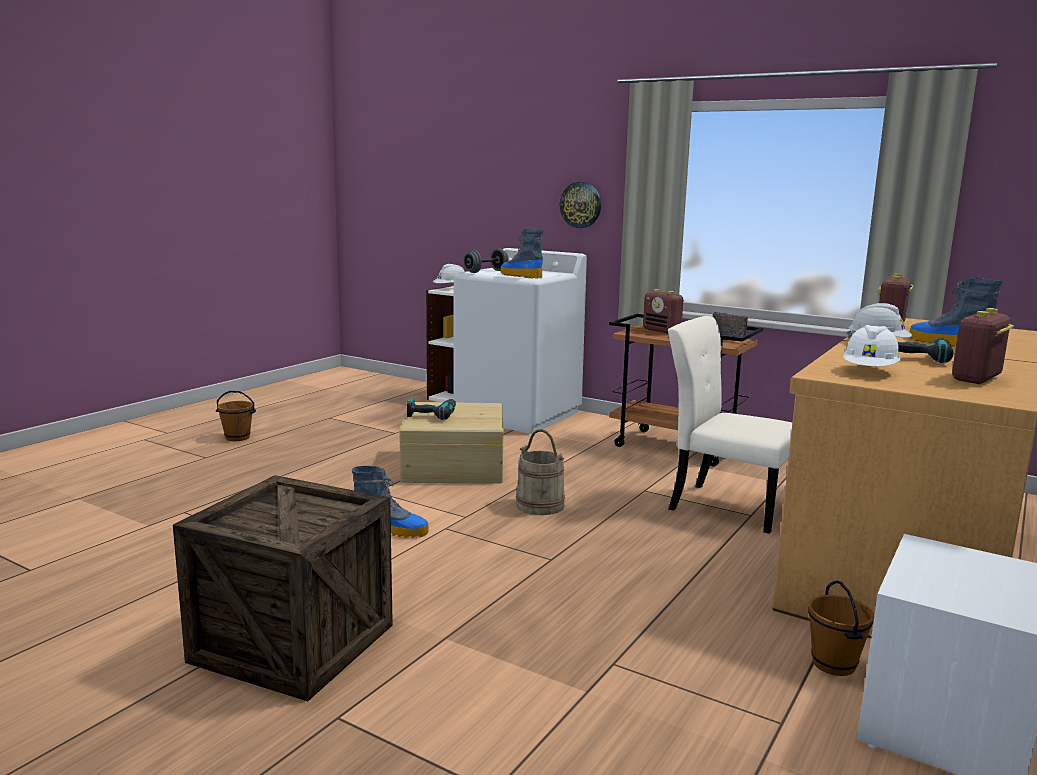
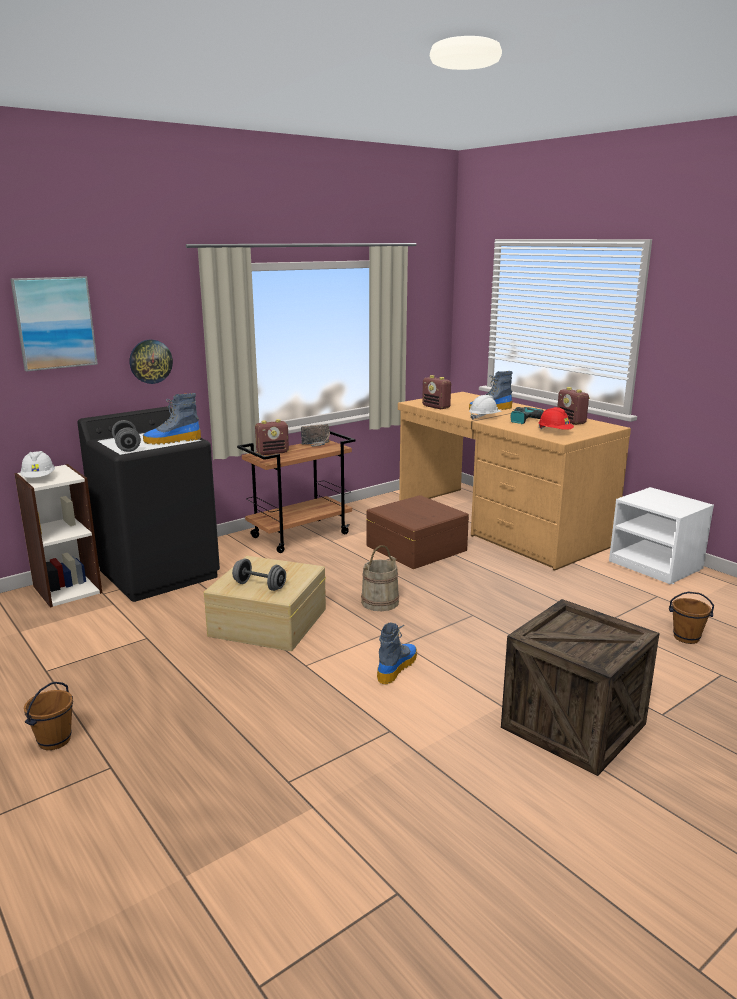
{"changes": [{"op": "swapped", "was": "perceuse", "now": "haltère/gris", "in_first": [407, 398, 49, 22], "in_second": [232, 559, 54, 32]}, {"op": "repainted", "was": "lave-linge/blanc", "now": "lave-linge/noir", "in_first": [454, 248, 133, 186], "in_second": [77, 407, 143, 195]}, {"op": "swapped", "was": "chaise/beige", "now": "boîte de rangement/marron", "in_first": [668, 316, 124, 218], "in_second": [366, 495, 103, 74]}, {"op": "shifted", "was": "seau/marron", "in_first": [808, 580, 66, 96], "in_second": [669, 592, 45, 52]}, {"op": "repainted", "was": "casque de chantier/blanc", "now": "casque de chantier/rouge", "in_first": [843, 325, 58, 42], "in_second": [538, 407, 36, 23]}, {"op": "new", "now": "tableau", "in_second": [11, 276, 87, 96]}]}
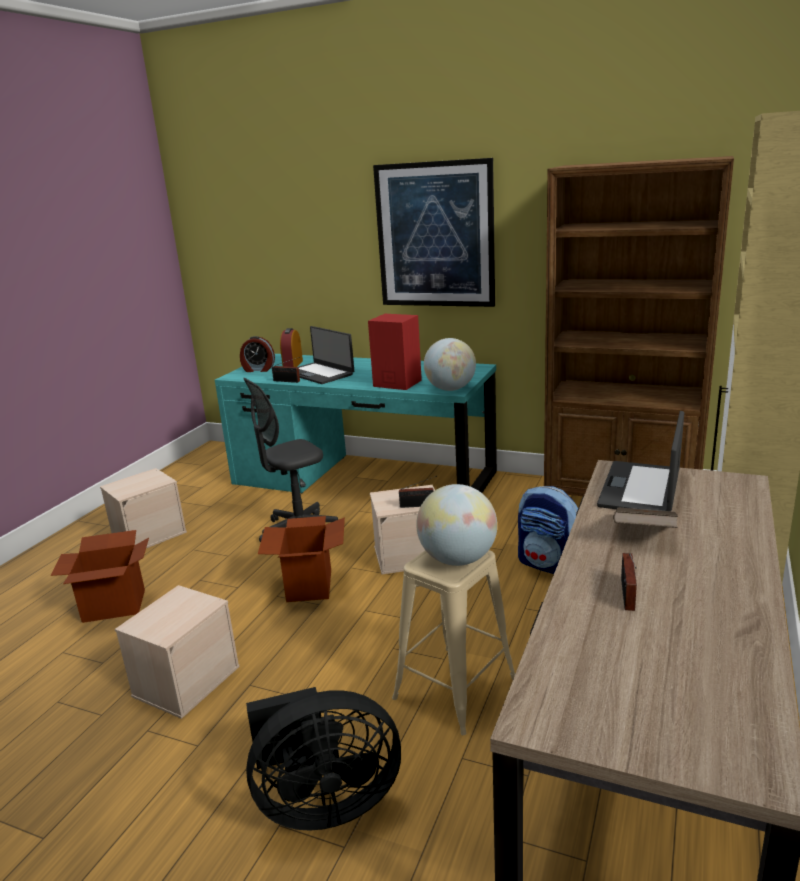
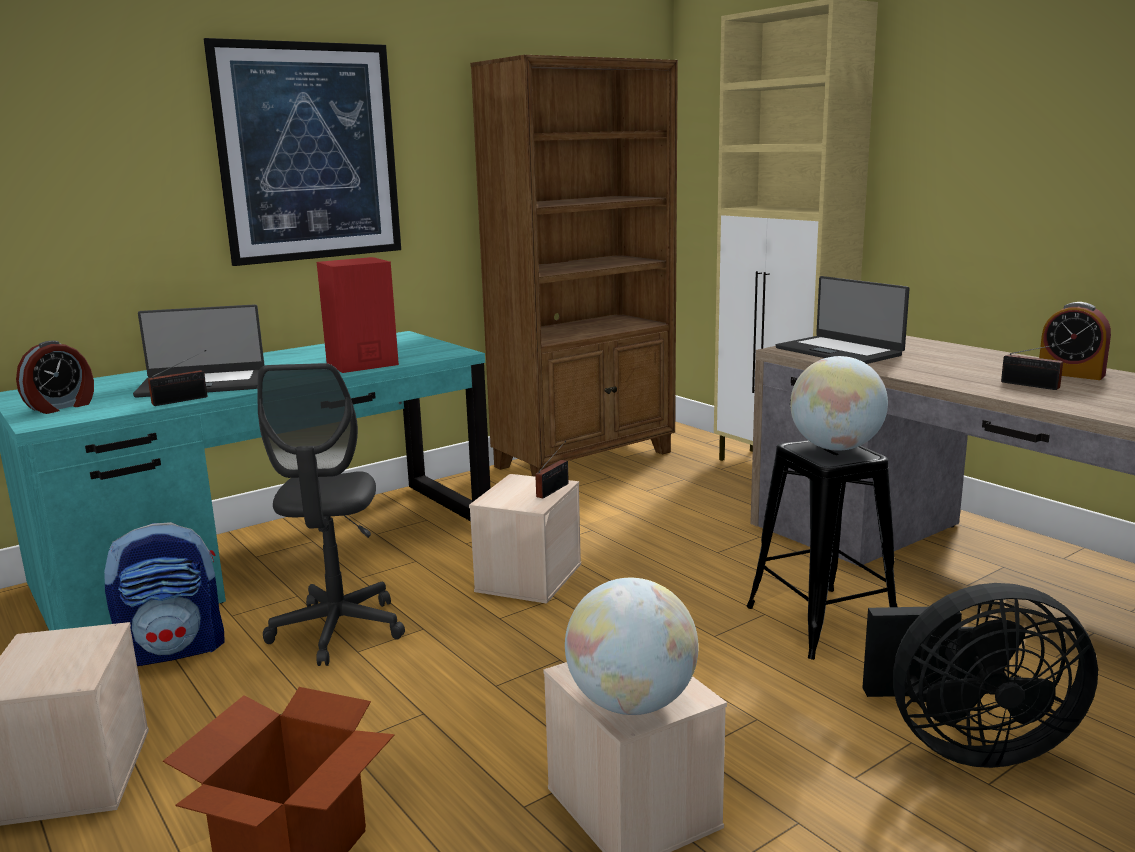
{"changes": [{"op": "rotated", "was": "ventilateur/noir", "in_first": [246, 687, 155, 144], "in_second": [862, 583, 236, 185], "clockwise": 75}, {"op": "gone", "was": "carton", "in_first": [258, 516, 87, 86]}, {"op": "shifted", "was": "réveil", "in_first": [280, 328, 23, 39], "in_second": [1039, 302, 72, 78]}, {"op": "repainted", "was": "tabouret/beige", "now": "tabouret/noir", "in_first": [392, 550, 123, 185], "in_second": [747, 440, 150, 220]}, {"op": "shifted", "was": "globe", "in_first": [424, 338, 52, 53], "in_second": [565, 578, 134, 137]}, {"op": "shifted", "was": "sac à dos", "in_first": [518, 486, 60, 88], "in_second": [104, 522, 121, 144]}, {"op": "gone", "was": "livre/marron", "in_first": [613, 507, 65, 21]}]}
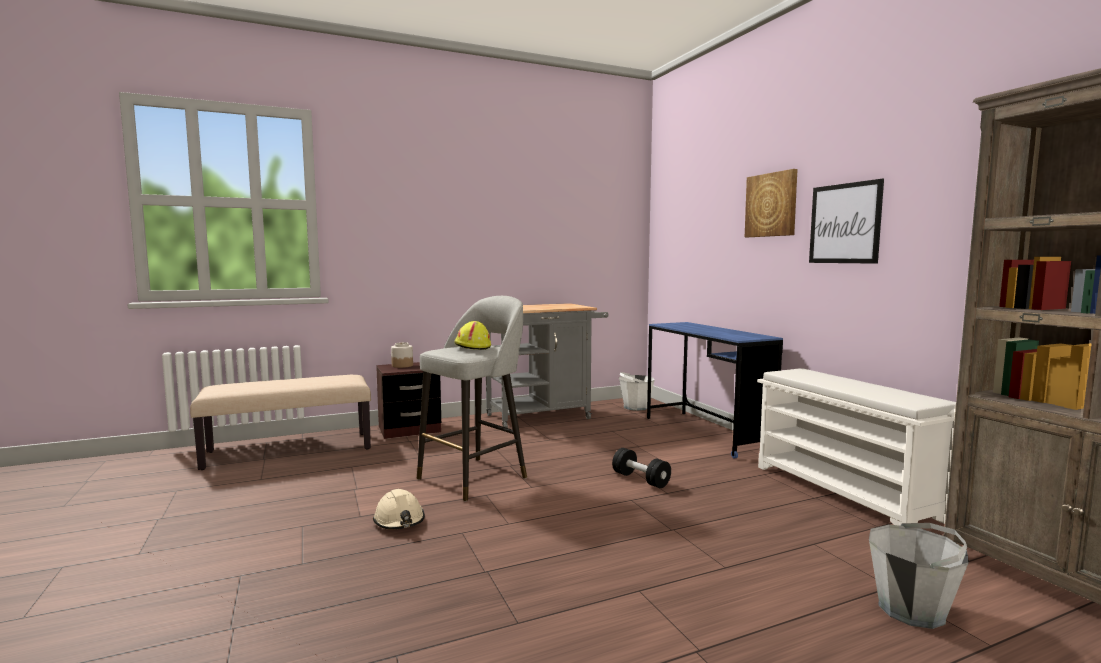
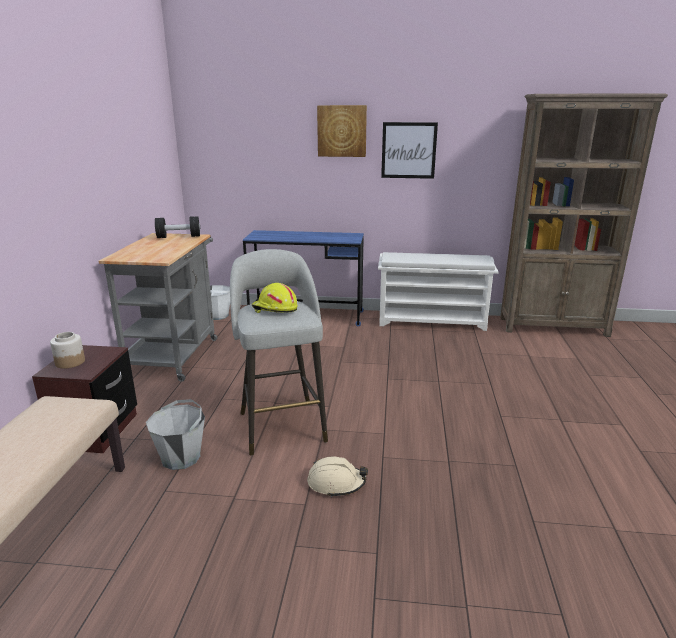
{"changes": [{"op": "shifted", "was": "haltère/noir", "in_first": [612, 448, 59, 40], "in_second": [155, 216, 45, 22]}, {"op": "shifted", "was": "seau/gris", "in_first": [869, 523, 100, 106], "in_second": [146, 399, 59, 71]}]}
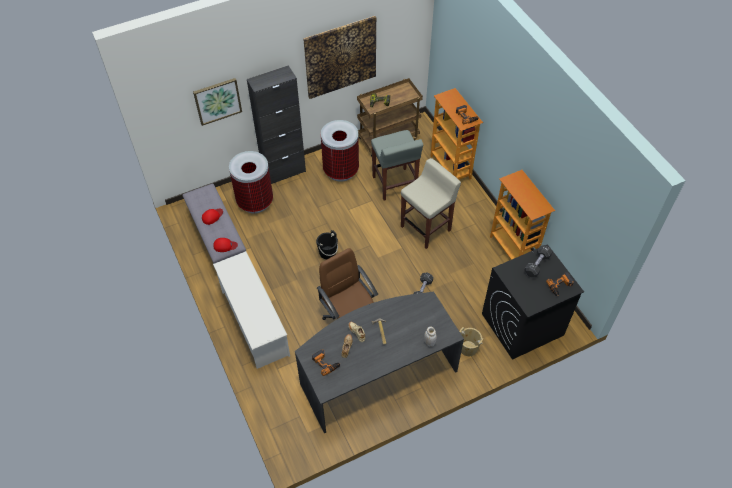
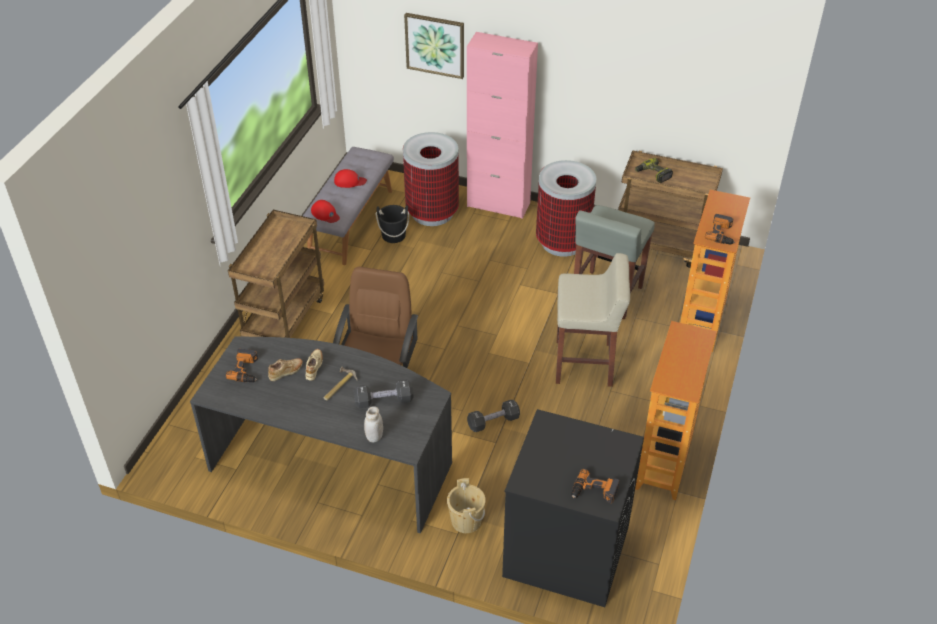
{"changes": [{"op": "swapped", "was": "étagère à chaussures/blanc", "now": "chariot/marron", "in_first": [213, 251, 77, 118], "in_second": [228, 210, 96, 128]}, {"op": "repainted", "was": "meuble de rangement/noir", "now": "meuble de rangement/rose", "in_first": [247, 65, 59, 119], "in_second": [467, 32, 71, 187]}, {"op": "gone", "was": "tableau", "in_first": [303, 16, 73, 83]}, {"op": "shifted", "was": "seau/noir", "in_first": [316, 230, 22, 29], "in_second": [376, 205, 33, 38]}, {"op": "shifted", "was": "haltère/noir", "in_first": [524, 245, 28, 32], "in_second": [354, 380, 59, 28]}]}
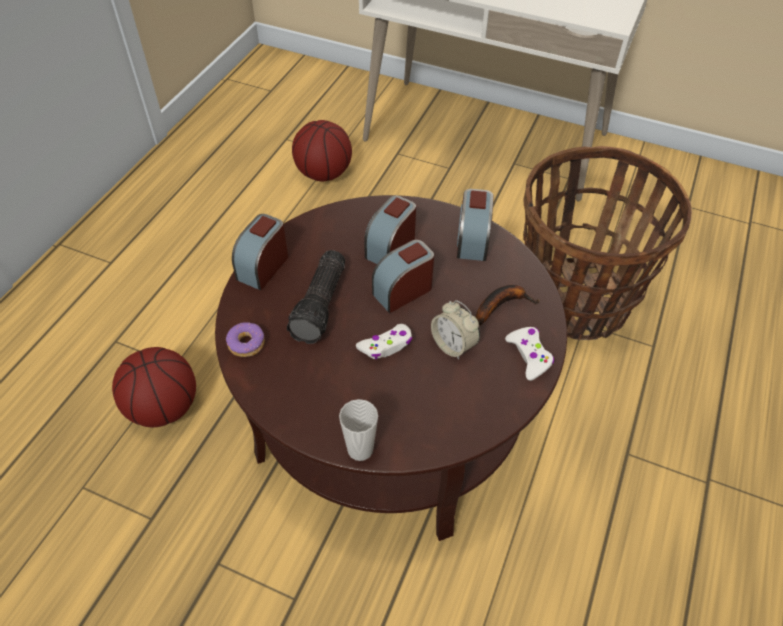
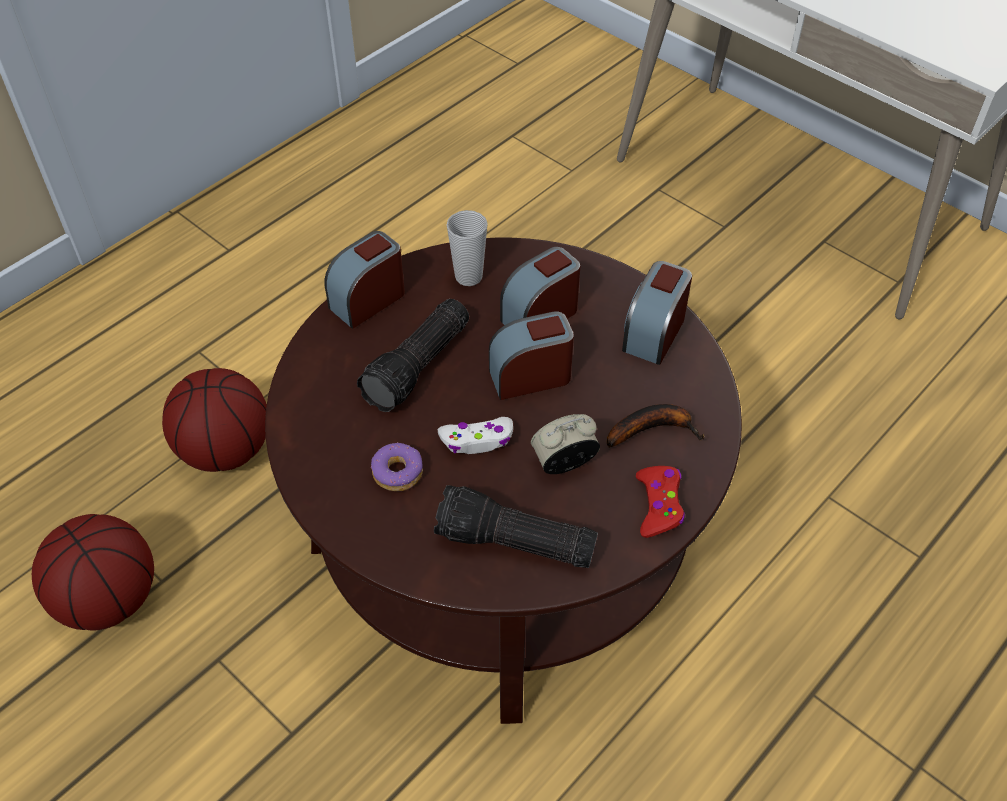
{"changes": [{"op": "shifted", "was": "beignet", "in_first": [226, 322, 39, 35], "in_second": [371, 443, 52, 48]}, {"op": "shifted", "was": "ballon de basket", "in_first": [292, 120, 60, 61], "in_second": [32, 514, 122, 116]}, {"op": "shifted", "was": "tasse", "in_first": [339, 399, 39, 62], "in_second": [447, 210, 41, 76]}, {"op": "rotated", "was": "réveil", "in_first": [431, 300, 49, 60], "in_second": [531, 414, 69, 60], "clockwise": 90}, {"op": "repainted", "was": "manette/blanc", "now": "manette/rouge", "in_first": [505, 327, 49, 54], "in_second": [636, 466, 49, 72]}, {"op": "gone", "was": "panier", "in_first": [523, 146, 169, 194]}, {"op": "new", "now": "lampe de poche", "in_second": [434, 485, 164, 83]}]}
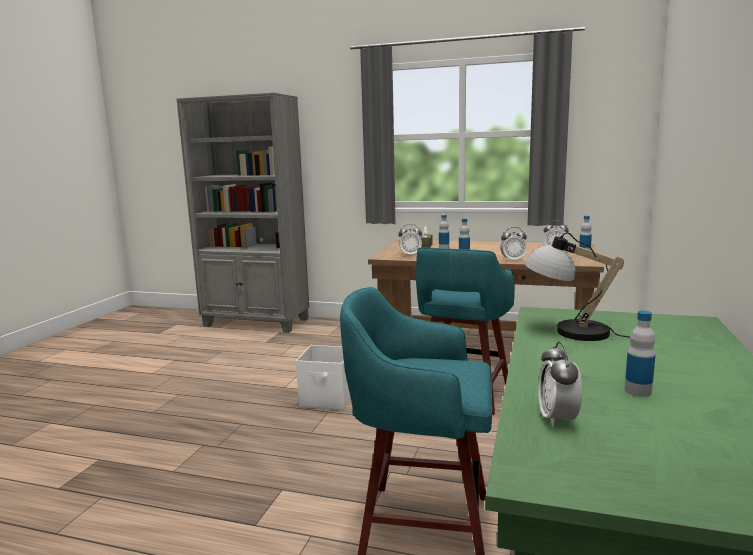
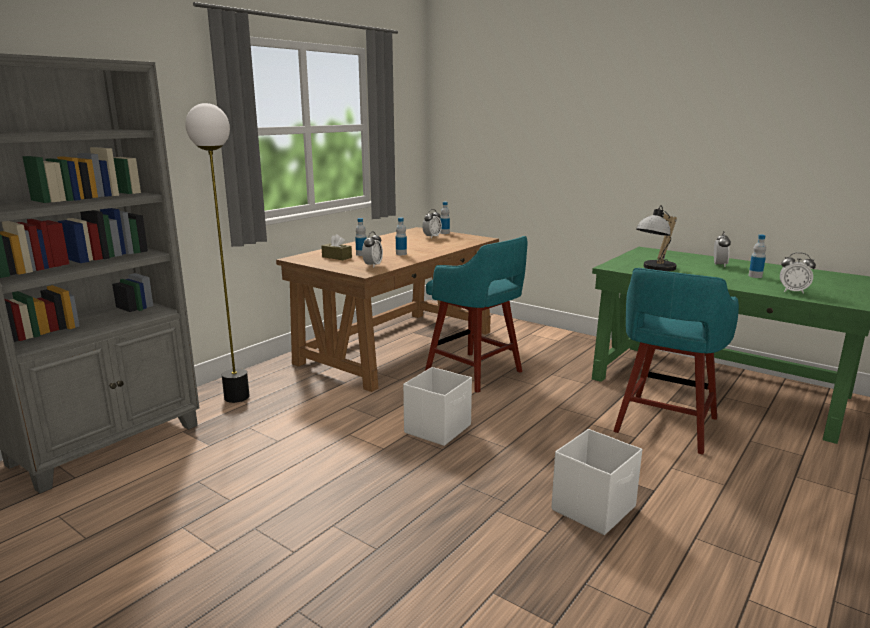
{"changes": [{"op": "shifted", "was": "réveil", "in_first": [500, 227, 27, 35], "in_second": [714, 231, 17, 36]}, {"op": "new", "now": "lampadaire", "in_second": [185, 103, 65, 300]}, {"op": "new", "now": "boîte de rangement/blanc", "in_second": [551, 429, 91, 106]}]}
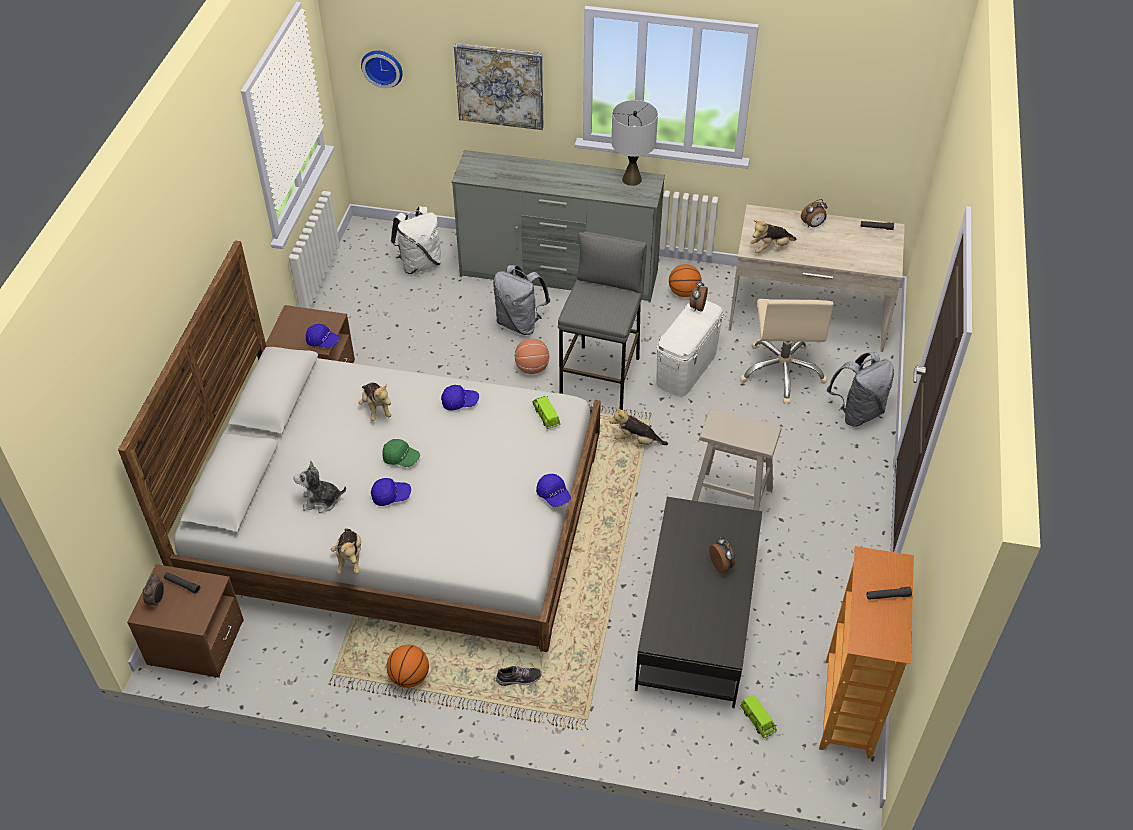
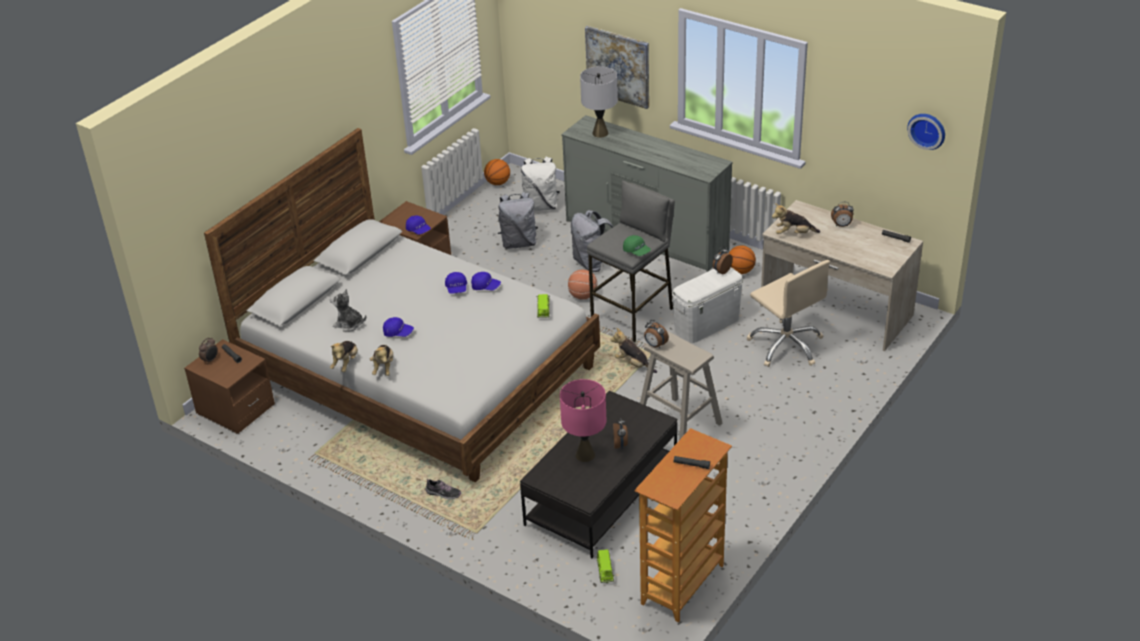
{"changes": [{"op": "shifted", "was": "peluche", "in_first": [359, 383, 33, 38], "in_second": [370, 345, 23, 31]}, {"op": "shifted", "was": "horloge murale", "in_first": [361, 51, 42, 37], "in_second": [907, 114, 38, 36]}, {"op": "shifted", "was": "casquette/vert", "in_first": [382, 439, 38, 28], "in_second": [623, 235, 28, 21]}, {"op": "shifted", "was": "ballon de basket", "in_first": [387, 645, 42, 43], "in_second": [484, 159, 26, 26]}, {"op": "shifted", "was": "casquette/bleu", "in_first": [536, 474, 35, 33], "in_second": [445, 272, 22, 22]}, {"op": "shifted", "was": "lampe de table/gris", "in_first": [611, 100, 47, 86], "in_second": [580, 66, 38, 72]}, {"op": "rotated", "was": "chaise de bureau/beige", "in_first": [740, 299, 94, 105], "in_second": [747, 260, 83, 107], "clockwise": -60}, {"op": "shifted", "was": "sac à dos/gris", "in_first": [826, 352, 68, 74], "in_second": [498, 192, 40, 57]}, {"op": "new", "now": "lampe de table/rose", "in_second": [560, 379, 46, 83]}, {"op": "new", "now": "réveil", "in_second": [644, 320, 25, 28]}]}
